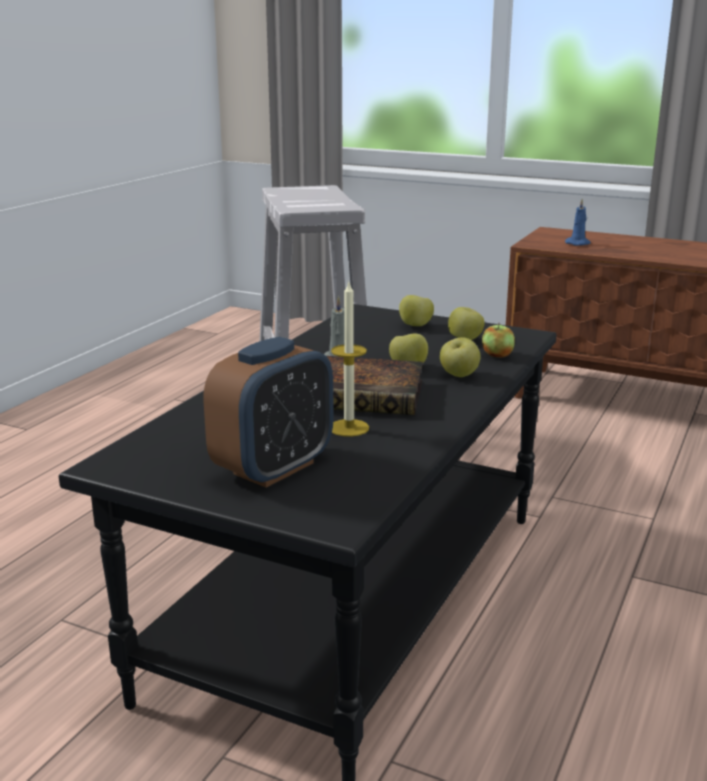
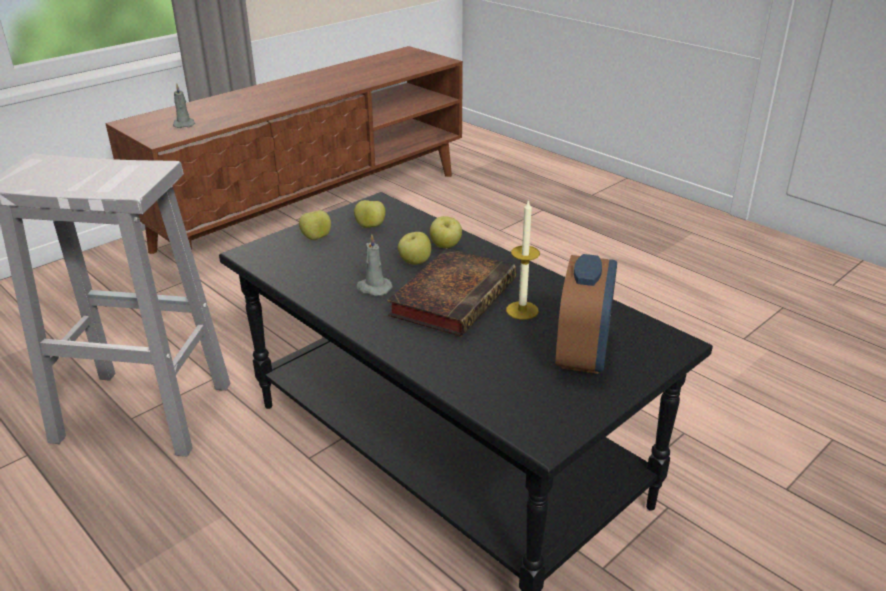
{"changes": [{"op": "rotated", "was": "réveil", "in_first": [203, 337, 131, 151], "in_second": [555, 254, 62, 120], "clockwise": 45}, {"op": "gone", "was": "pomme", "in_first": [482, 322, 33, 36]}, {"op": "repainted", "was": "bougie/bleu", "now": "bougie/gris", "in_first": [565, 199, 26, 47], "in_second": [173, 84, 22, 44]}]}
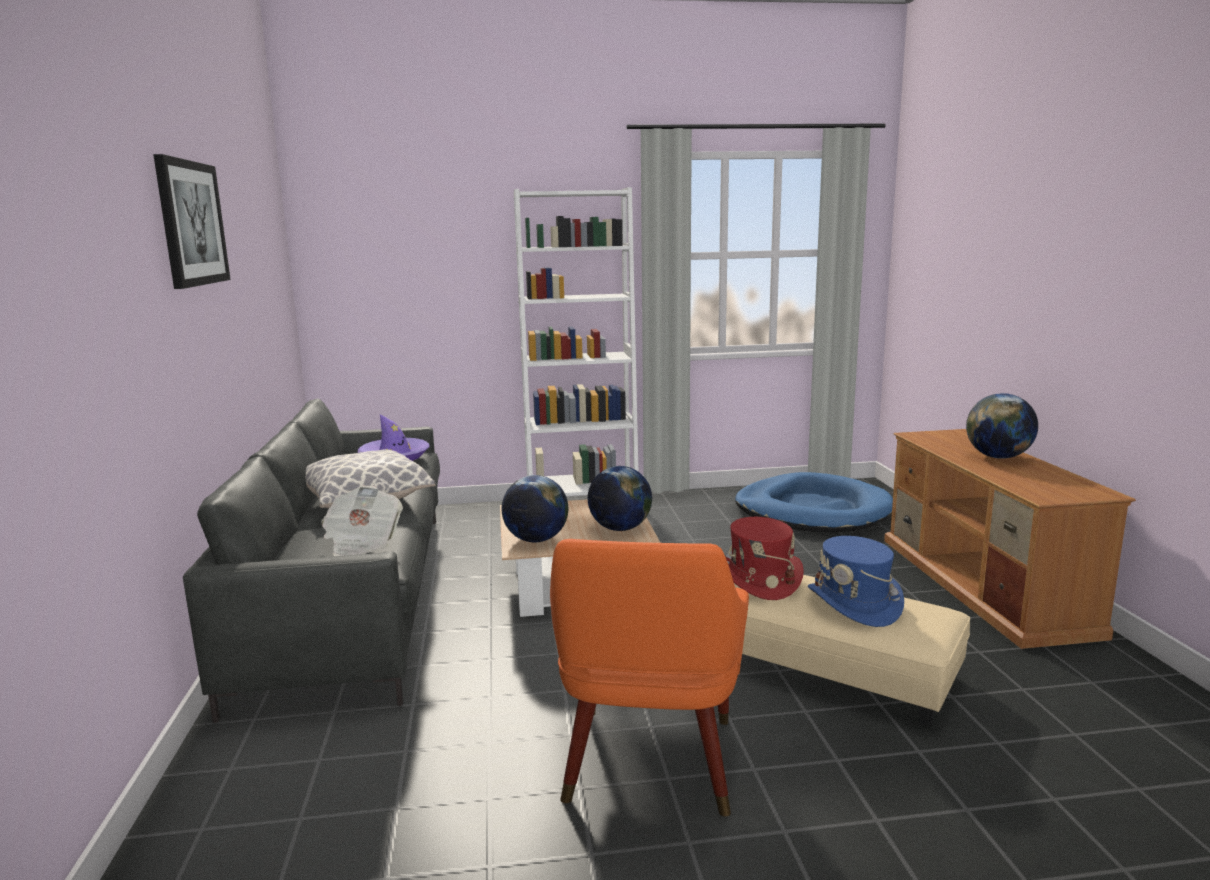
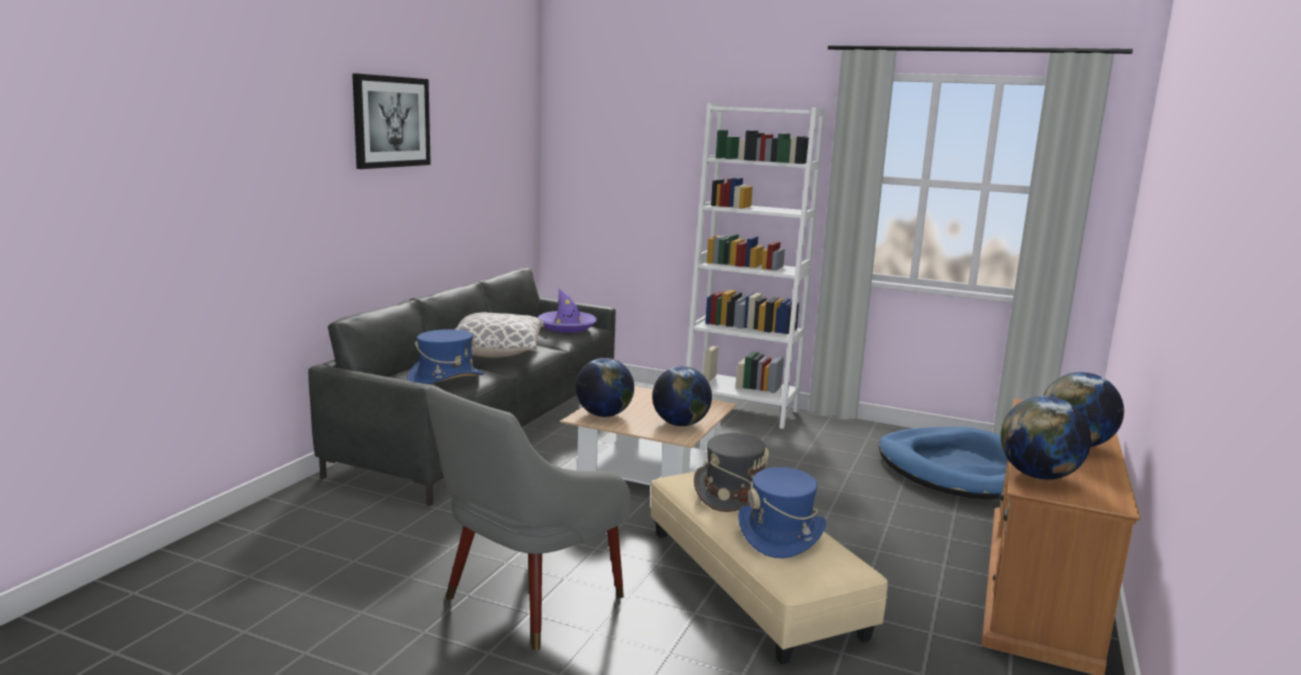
{"changes": [{"op": "swapped", "was": "journal", "now": "chapeau/bleu", "in_first": [321, 486, 82, 70], "in_second": [407, 329, 77, 55]}, {"op": "repainted", "was": "fauteuil/orange", "now": "fauteuil/gris", "in_first": [550, 539, 199, 277], "in_second": [426, 386, 204, 264]}, {"op": "repainted", "was": "chapeau/rouge", "now": "chapeau/gris", "in_first": [725, 517, 79, 83], "in_second": [694, 433, 75, 79]}, {"op": "new", "now": "globe", "in_second": [1000, 396, 91, 84]}]}
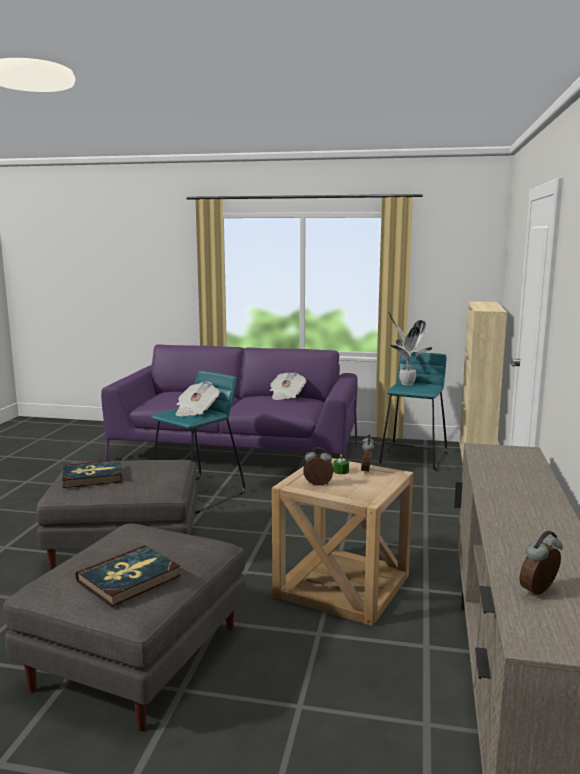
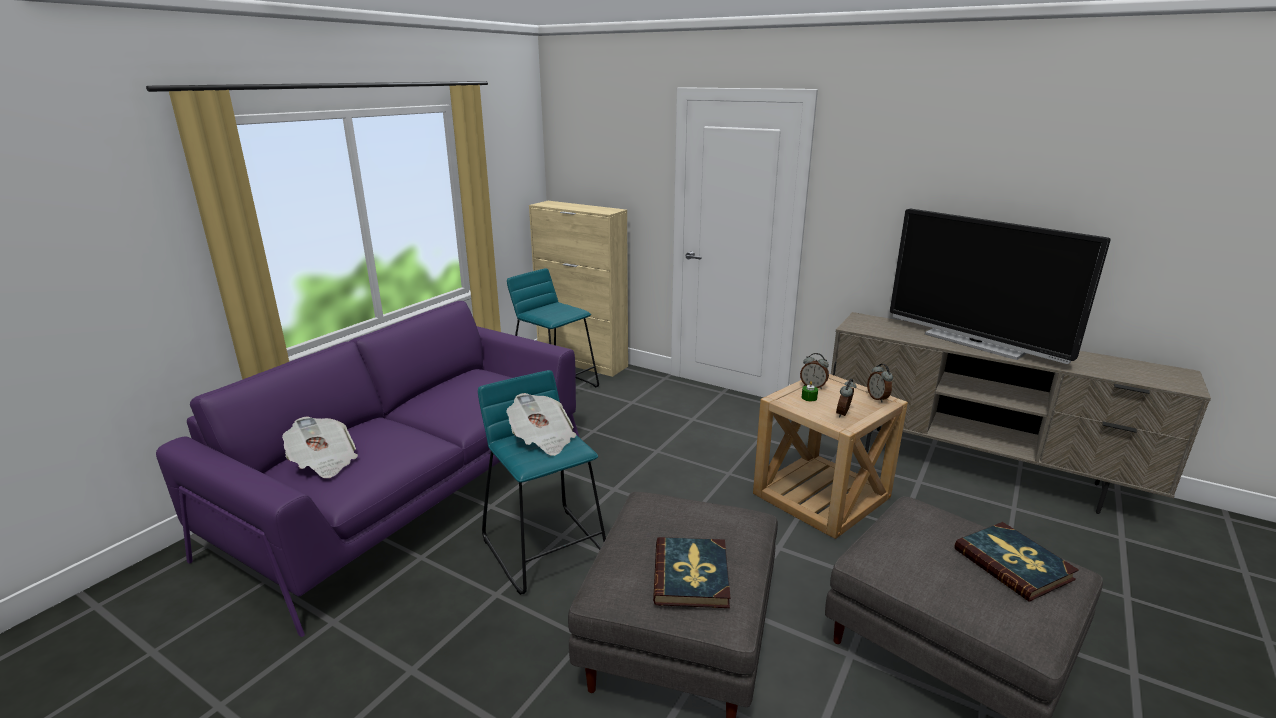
{"changes": [{"op": "shifted", "was": "journal", "in_first": [270, 372, 36, 28], "in_second": [282, 416, 76, 62]}, {"op": "gone", "was": "plante en pot", "in_first": [389, 312, 43, 74]}, {"op": "shifted", "was": "réveil", "in_first": [520, 531, 43, 65], "in_second": [867, 364, 26, 39]}, {"op": "new", "now": "téléviseur", "in_second": [890, 209, 221, 155]}]}
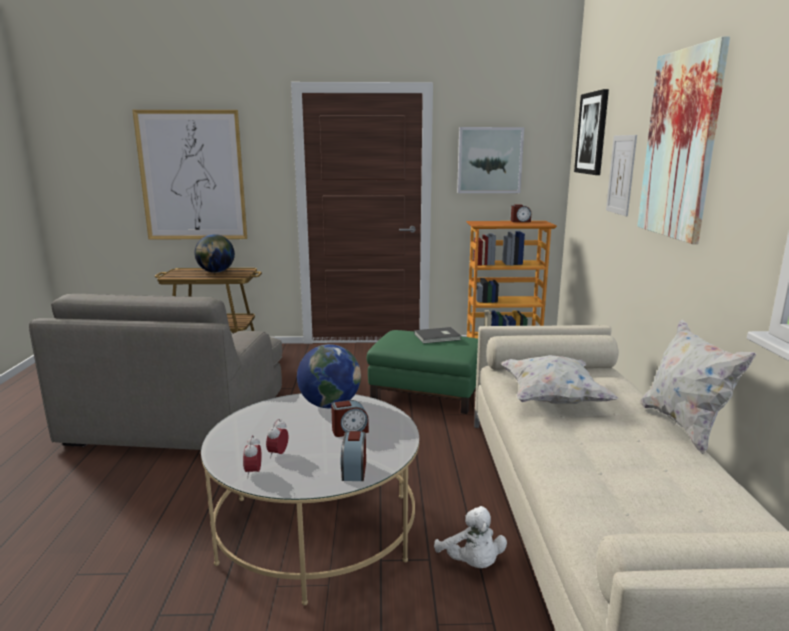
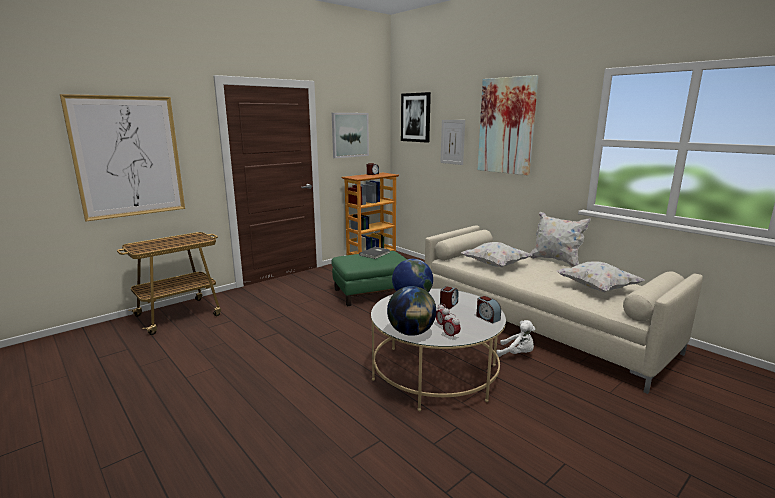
{"changes": [{"op": "gone", "was": "fauteuil/gris", "in_first": [29, 294, 253, 156]}, {"op": "shifted", "was": "globe", "in_first": [194, 234, 41, 39], "in_second": [387, 286, 49, 50]}, {"op": "new", "now": "coussin/blanc", "in_second": [556, 261, 89, 31]}]}
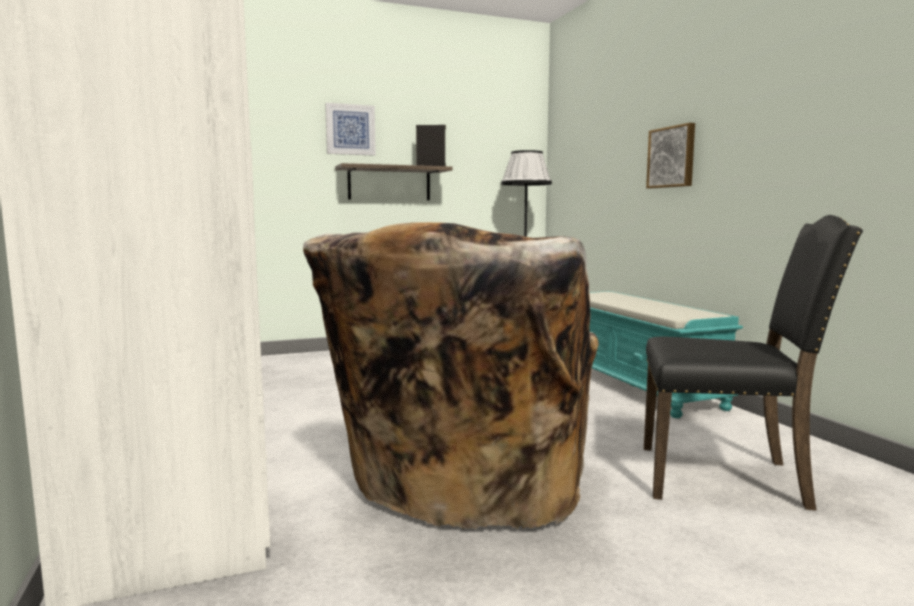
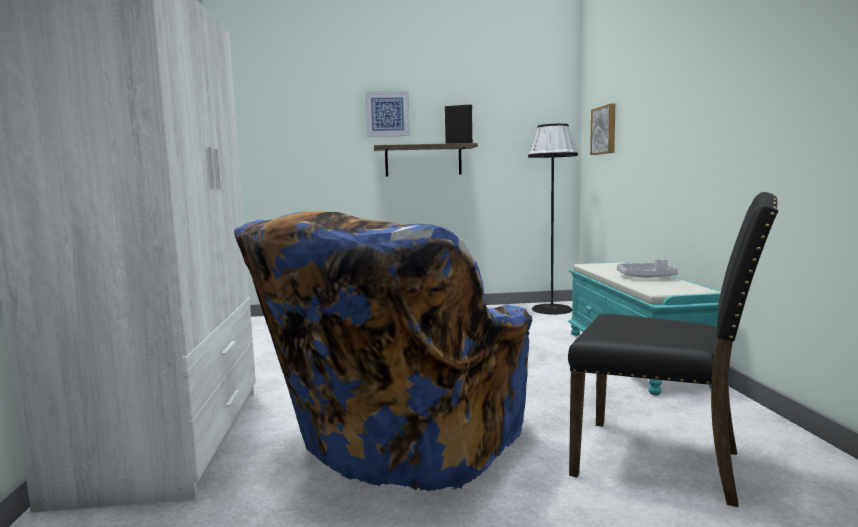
{"changes": [{"op": "repainted", "was": "fauteuil/beige", "now": "fauteuil/bleu", "in_first": [303, 222, 296, 308], "in_second": [234, 211, 299, 280]}, {"op": "shifted", "was": "tableau", "in_first": [646, 123, 49, 65], "in_second": [590, 104, 25, 51]}, {"op": "new", "now": "plateau/gris", "in_second": [617, 259, 61, 19]}]}
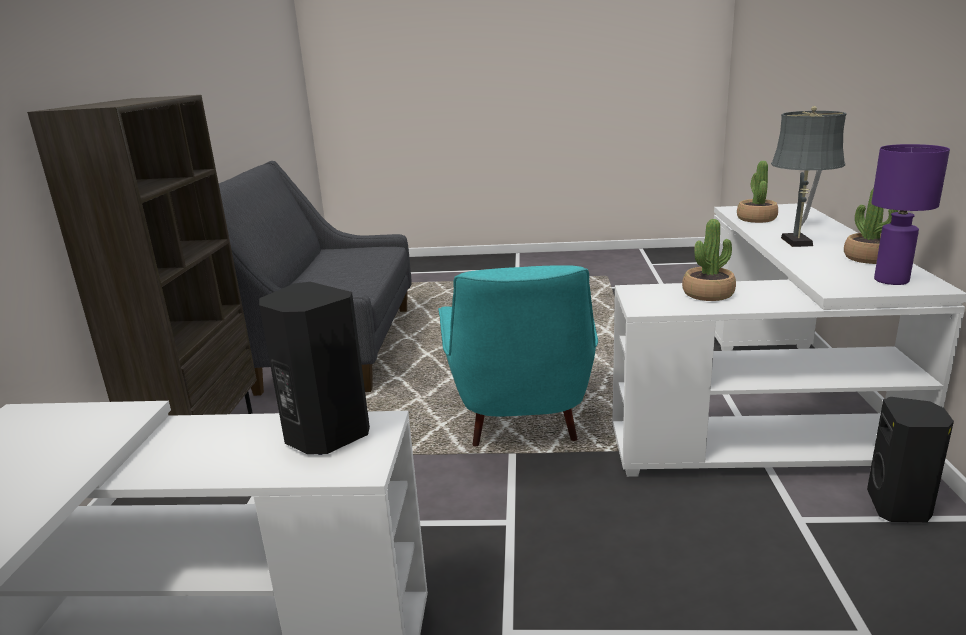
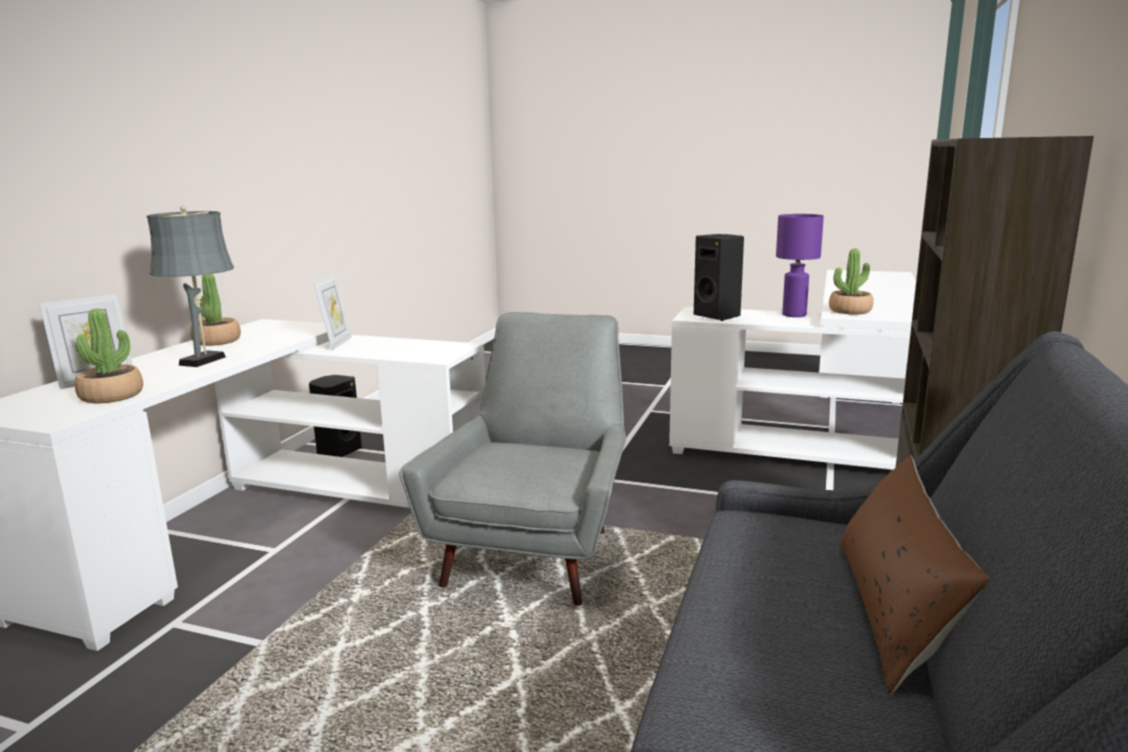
{"changes": [{"op": "repainted", "was": "fauteuil/turquoise", "now": "fauteuil/gris", "in_first": [438, 265, 160, 181], "in_second": [399, 312, 227, 294]}, {"op": "shifted", "was": "plante en pot", "in_first": [682, 219, 54, 82], "in_second": [829, 249, 44, 65]}, {"op": "shifted", "was": "lampe de table/violet", "in_first": [872, 144, 78, 141], "in_second": [776, 214, 48, 103]}, {"op": "new", "now": "cadre photo", "in_second": [313, 274, 39, 76]}, {"op": "new", "now": "coussin/marron", "in_second": [839, 455, 150, 239]}]}
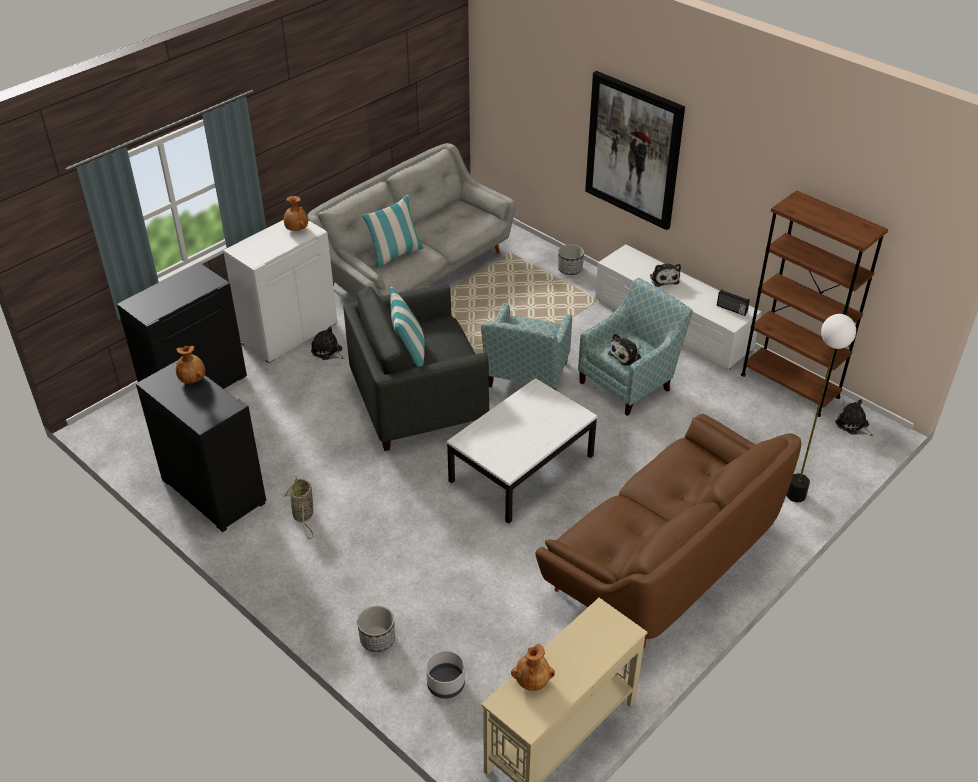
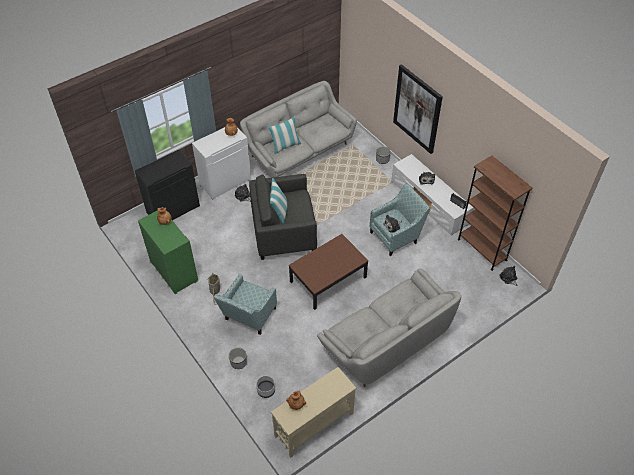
{"changes": [{"op": "repainted", "was": "meuble de rangement/noir", "now": "meuble de rangement/vert", "in_first": [136, 360, 130, 172], "in_second": [138, 210, 60, 84]}, {"op": "repainted", "was": "table basse/blanc", "now": "table basse/marron", "in_first": [447, 378, 150, 146], "in_second": [289, 234, 79, 76]}, {"op": "shifted", "was": "fauteuil", "in_first": [481, 303, 91, 87], "in_second": [214, 274, 63, 61]}, {"op": "repainted", "was": "canapé/marron", "now": "canapé/gris", "in_first": [535, 414, 266, 234], "in_second": [317, 268, 144, 119]}, {"op": "gone", "was": "lampadaire", "in_first": [786, 314, 70, 188]}]}
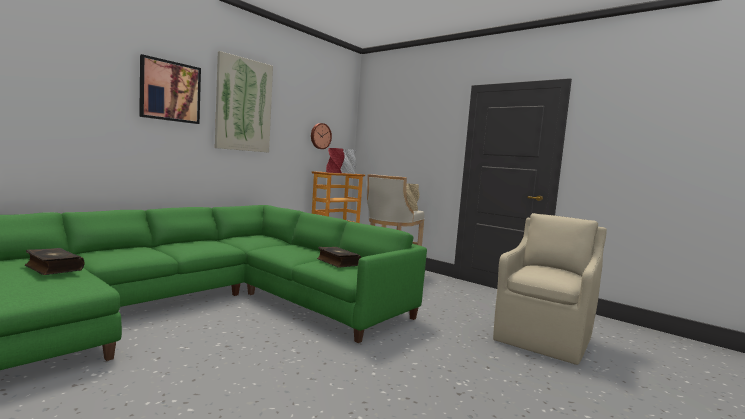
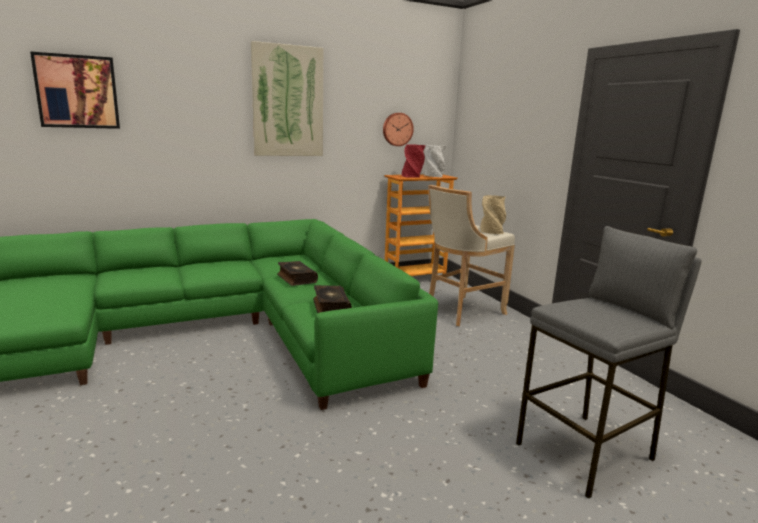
{"changes": [{"op": "shifted", "was": "livre", "in_first": [25, 248, 59, 27], "in_second": [277, 261, 41, 25]}, {"op": "shifted", "was": "tableau", "in_first": [139, 54, 62, 70], "in_second": [30, 51, 90, 78]}, {"op": "swapped", "was": "fauteuil/beige", "now": "tabouret/gris", "in_first": [493, 213, 114, 152], "in_second": [516, 226, 185, 273]}]}
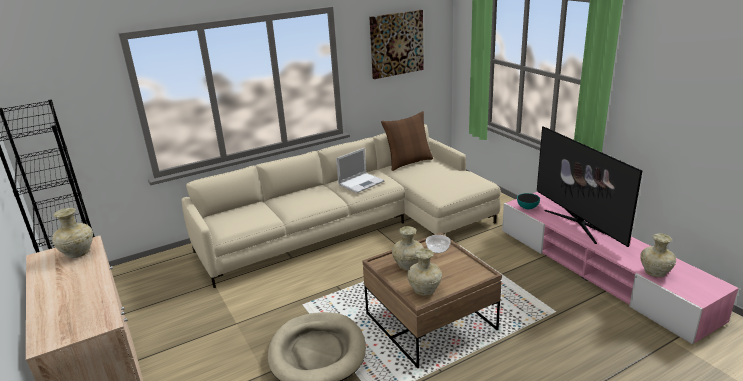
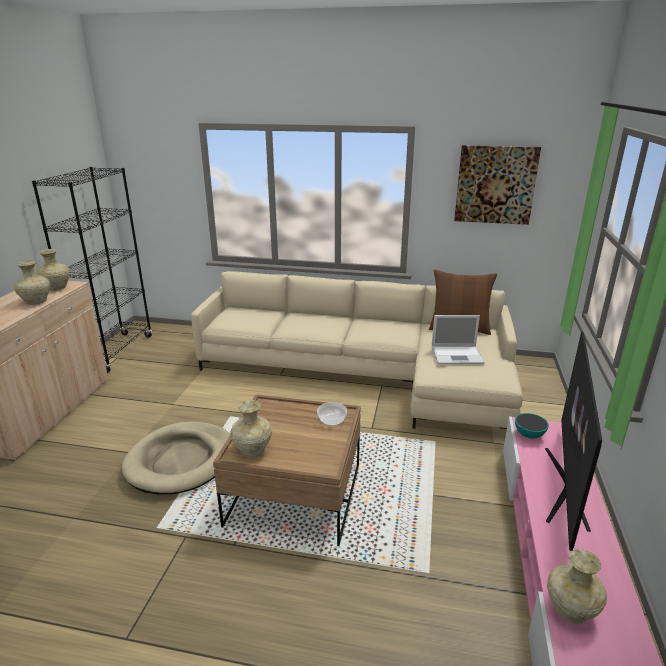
{"changes": [{"op": "shifted", "was": "ordinateur portable", "in_first": [336, 148, 49, 45], "in_second": [432, 315, 53, 49]}, {"op": "shifted", "was": "vase/beige", "in_first": [392, 226, 32, 45], "in_second": [14, 260, 36, 45]}]}
